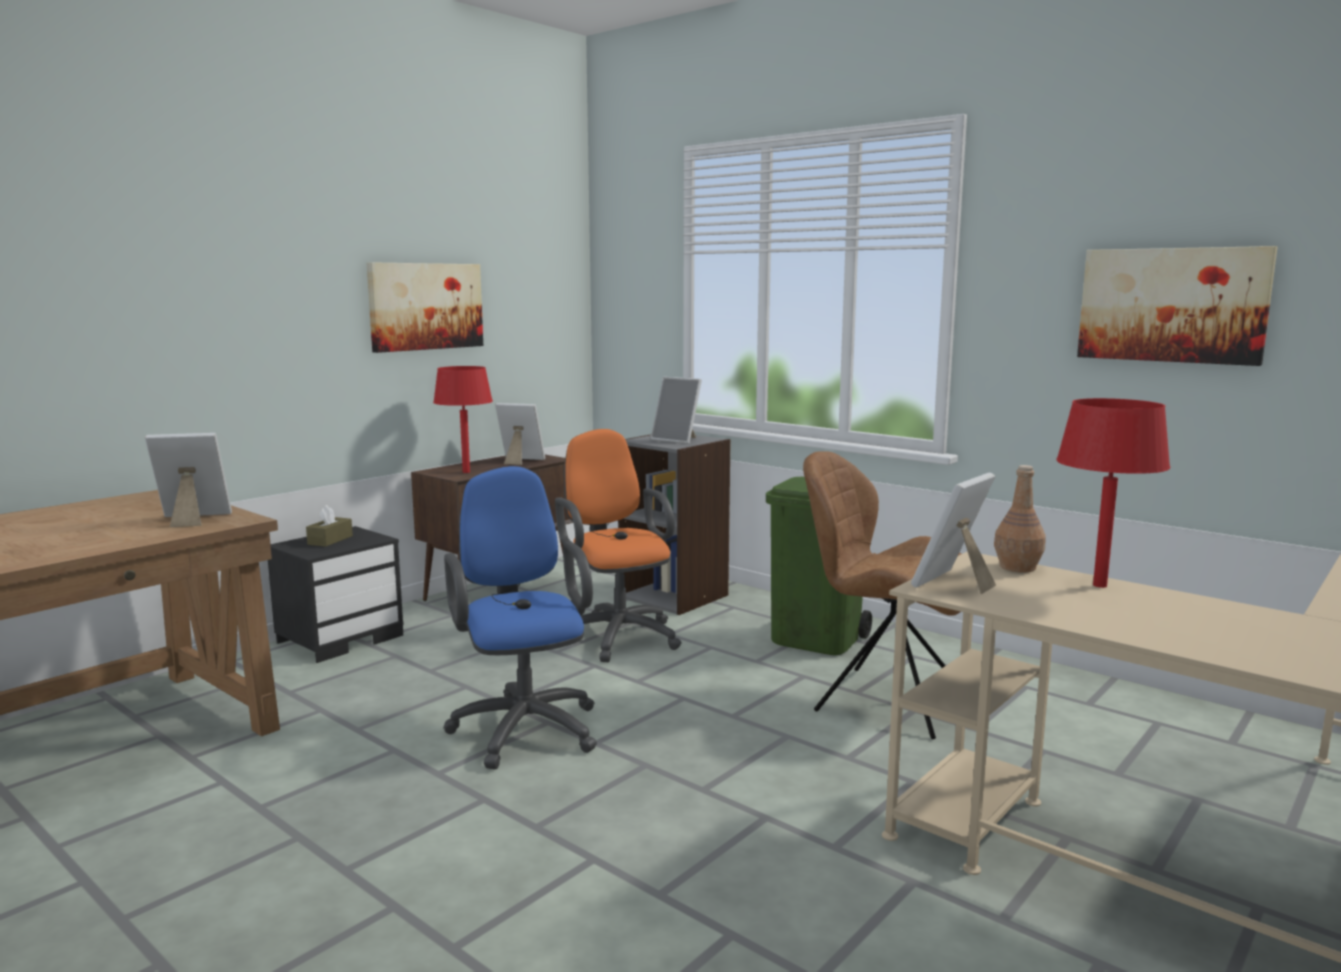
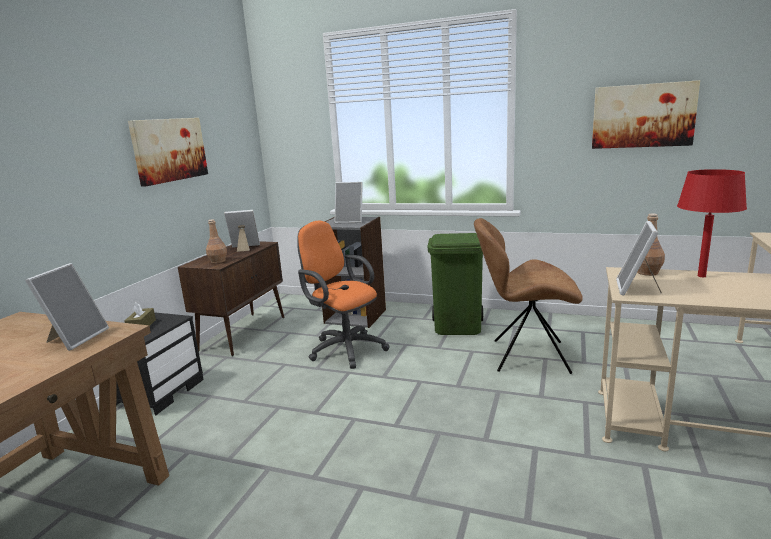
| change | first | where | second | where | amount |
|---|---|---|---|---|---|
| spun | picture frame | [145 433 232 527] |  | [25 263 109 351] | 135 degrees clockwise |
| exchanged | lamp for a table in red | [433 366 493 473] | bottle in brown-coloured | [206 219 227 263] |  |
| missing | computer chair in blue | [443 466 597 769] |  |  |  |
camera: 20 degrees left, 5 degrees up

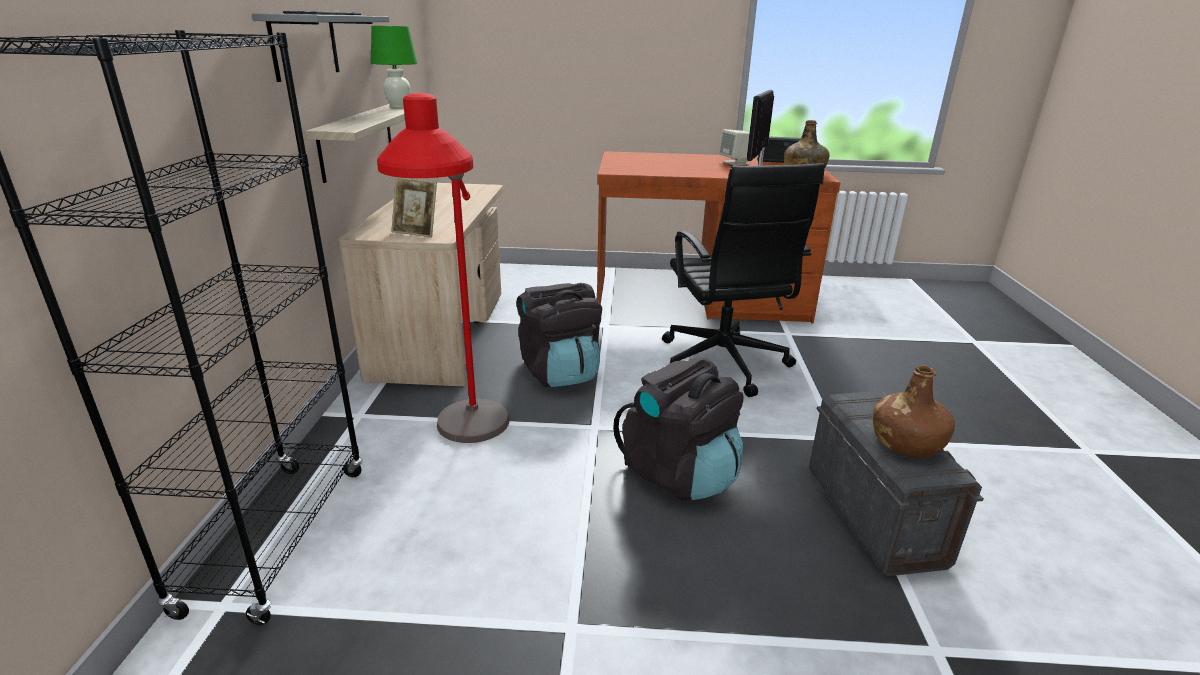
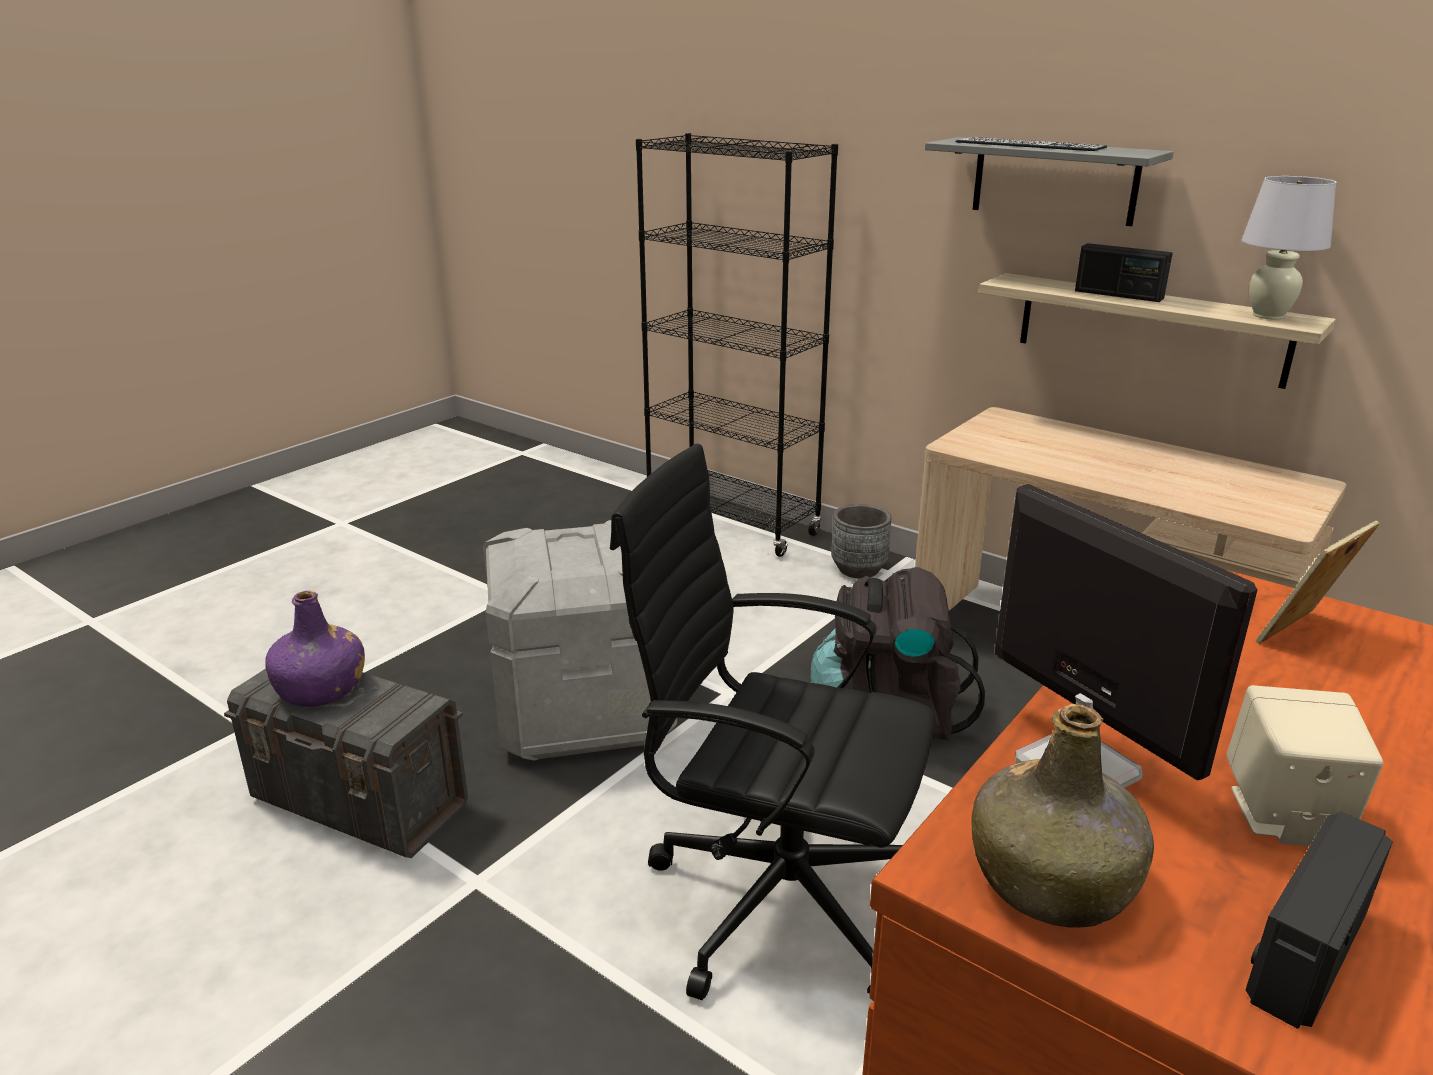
| change | first | where | second | where | amount |
|---|---|---|---|---|---|
| colour | bottle in brown-coloured | [873 365 955 457] | bottle in purple-coloured | [265 591 365 707] |  |
| exchanged | rucksack in blackish | [613 357 743 500] | storage container in grey | [483 520 677 761] |  |
| appeared |  |  | flower pot in grey | [831 504 892 579] |  |
| appeared |  |  | radio | [1075 243 1173 302] |  |
| colour | lamp for a table in green-coloured | [371 26 417 107] | lamp for a table in white-coloured | [1242 176 1337 319] |  |
| relocated | picture frame | [391 177 437 238] |  | [1256 520 1380 644] |  |
| missing | standing lamp in red | [377 93 509 443] |  |  |  |
camera: 125 degrees right, 0 degrees up

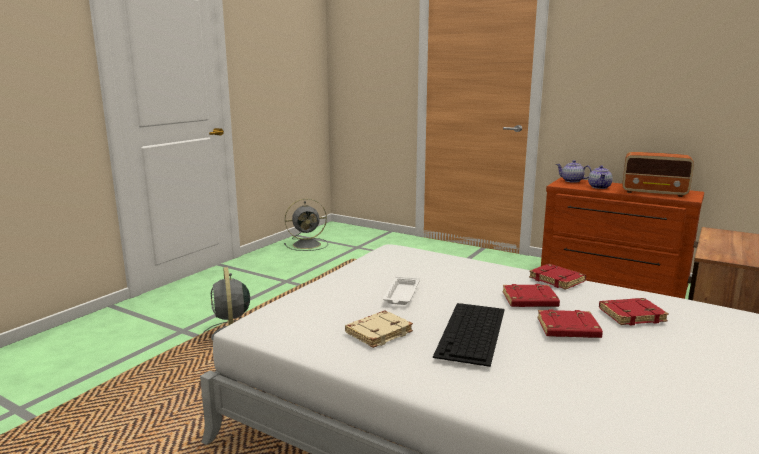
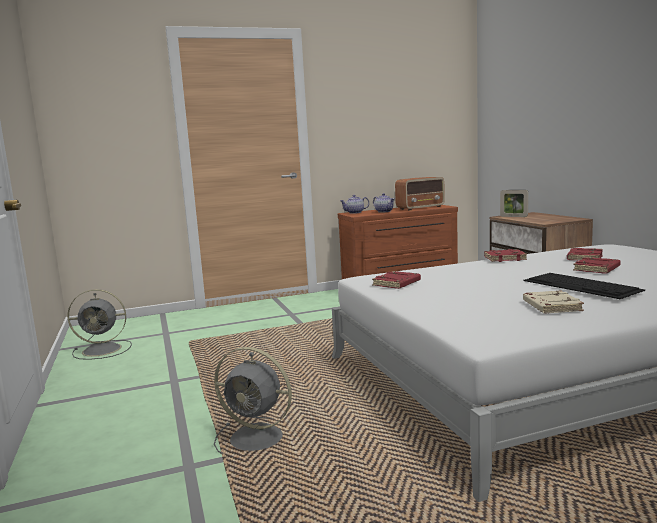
| change | first | where | second | where | amount |
|---|---|---|---|---|---|
| spun | fan in grey | [284 198 328 251] |  | [67 289 132 360] | 60 degrees clockwise |
| relocated | bound book in red | [502 284 560 307] |  | [372 271 421 289] |  |
| appeared |  |  | picture frame | [500 190 528 217] |  |
| missing | carrying tray in white-coloured | [383 276 420 305] |  |  |  |
camera: 50 degrees left, 5 degrees down

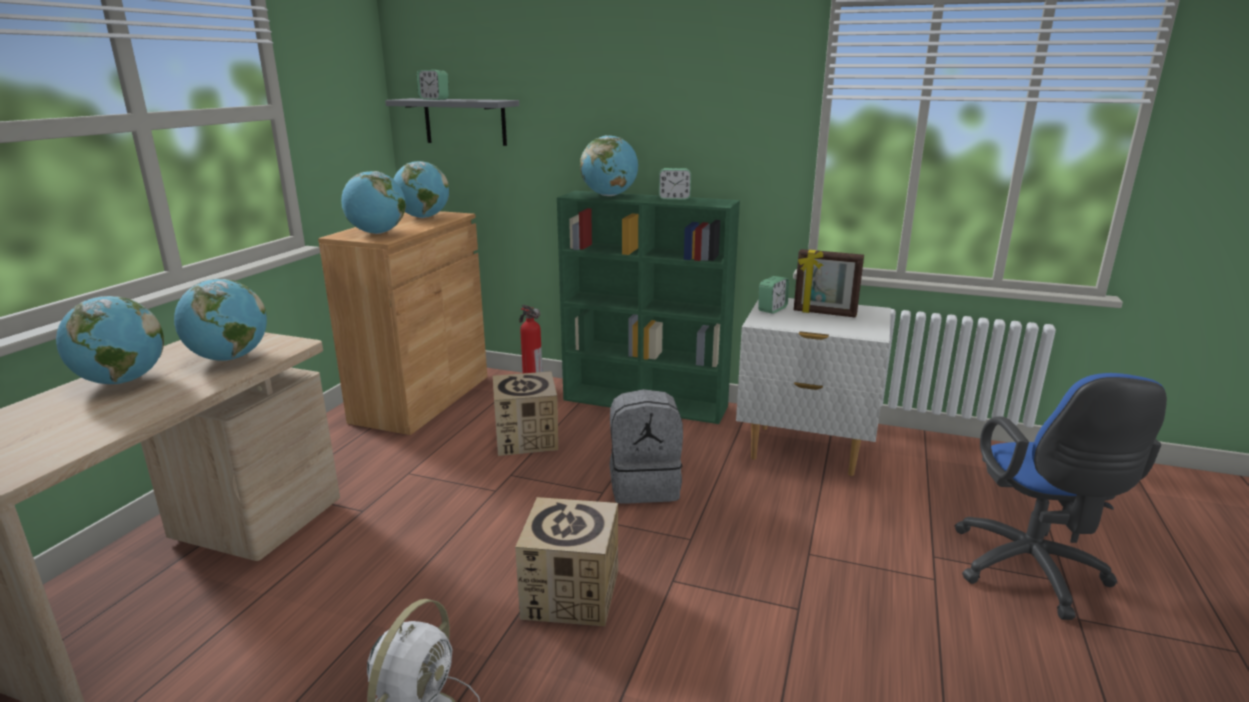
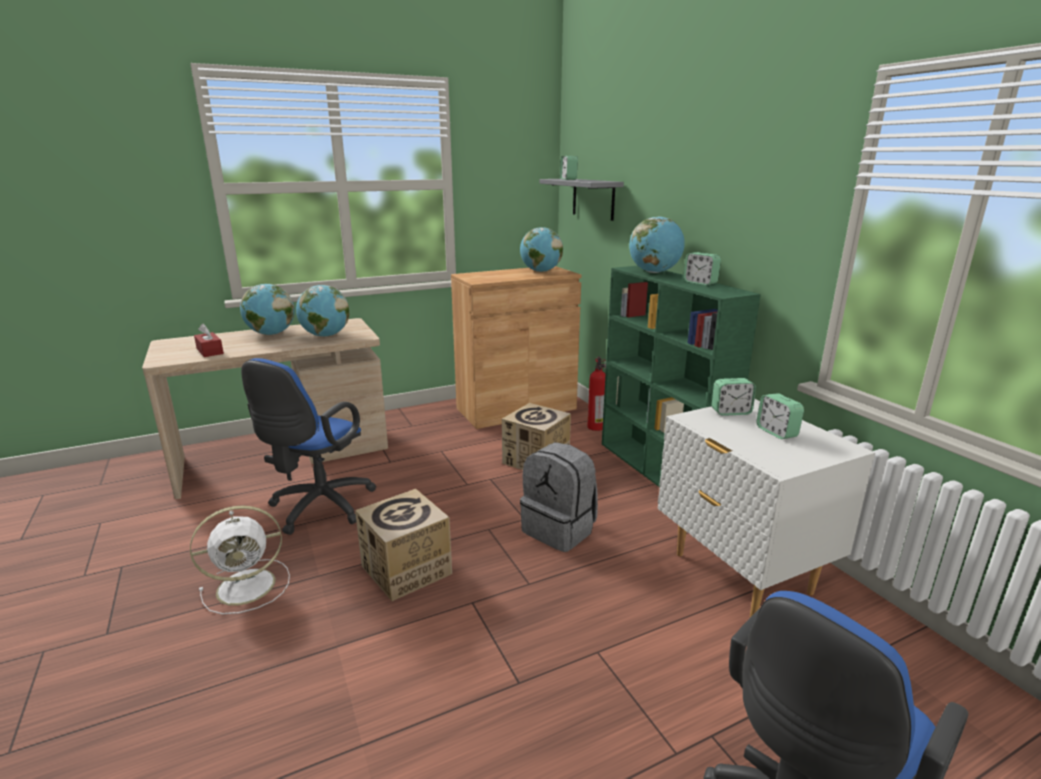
| change | first | where | second | where | amount |
|---|---|---|---|---|---|
| appeared |  |  | tissue holder in red | [194 324 224 357] |  |
| appeared |  |  | computer chair in blue | [241 358 376 535] |  |
| exchanged | picture frame | [794 249 864 318] | table clock | [756 393 804 439] |  |
| missing | globe | [341 171 406 234] |  |  |  |
camera: 45 degrees right, 0 degrees up

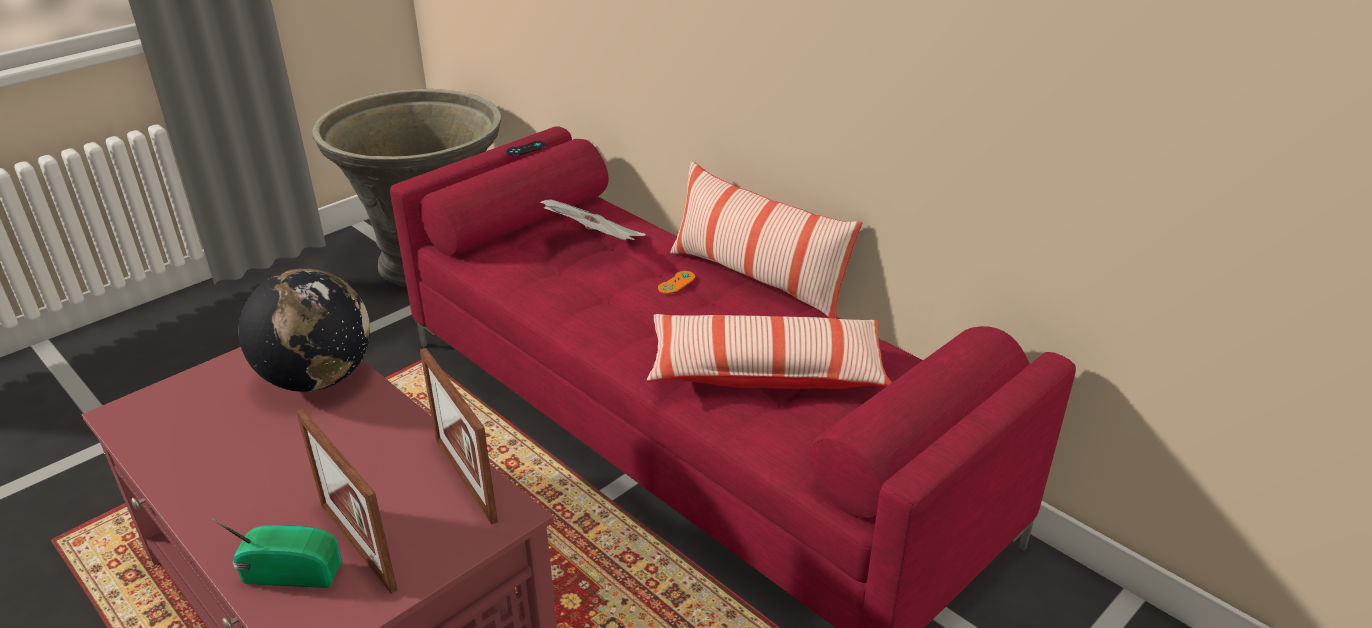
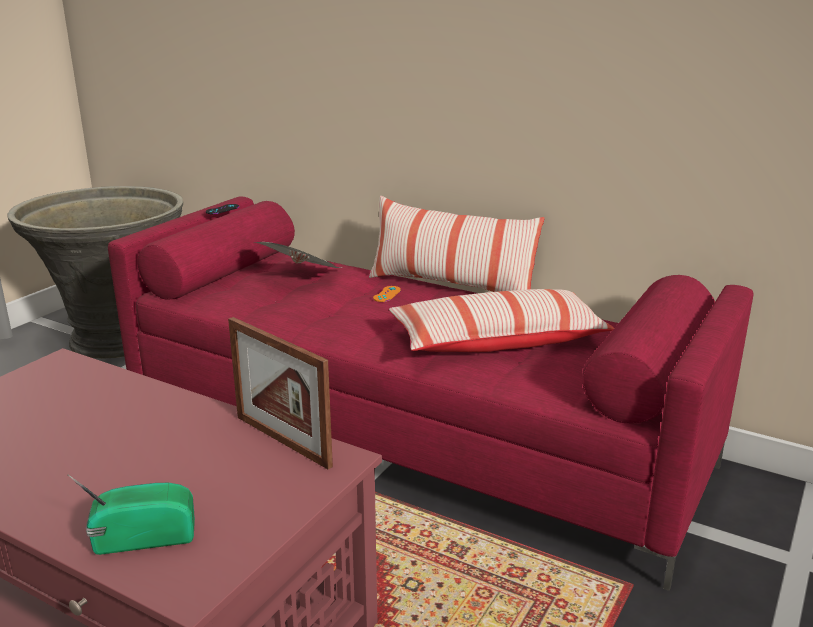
| change | first | where | second | where | amount |
|---|---|---|---|---|---|
| missing | globe | [239 269 370 392] |  |  |  |
| missing | picture frame | [296 409 397 594] |  |  |  |
camera: 15 degrees left, 10 degrees down

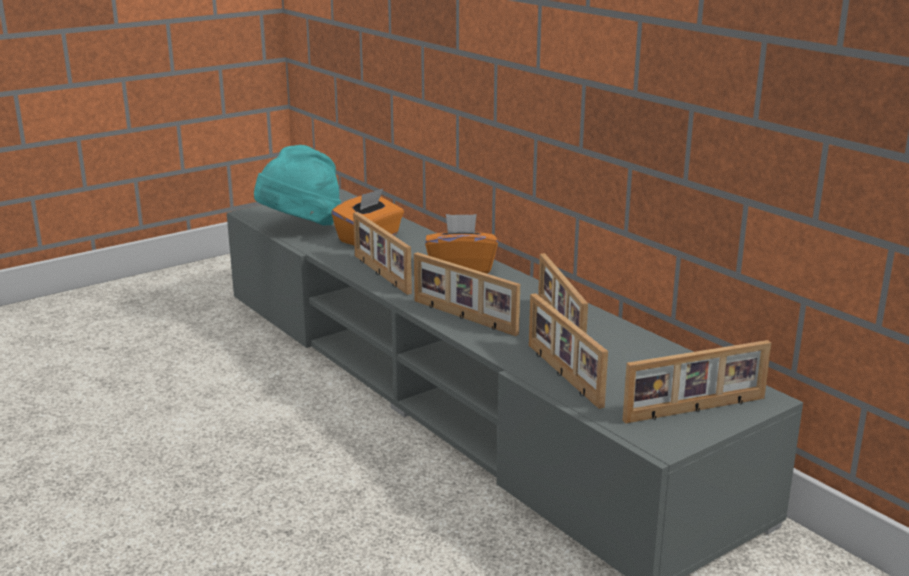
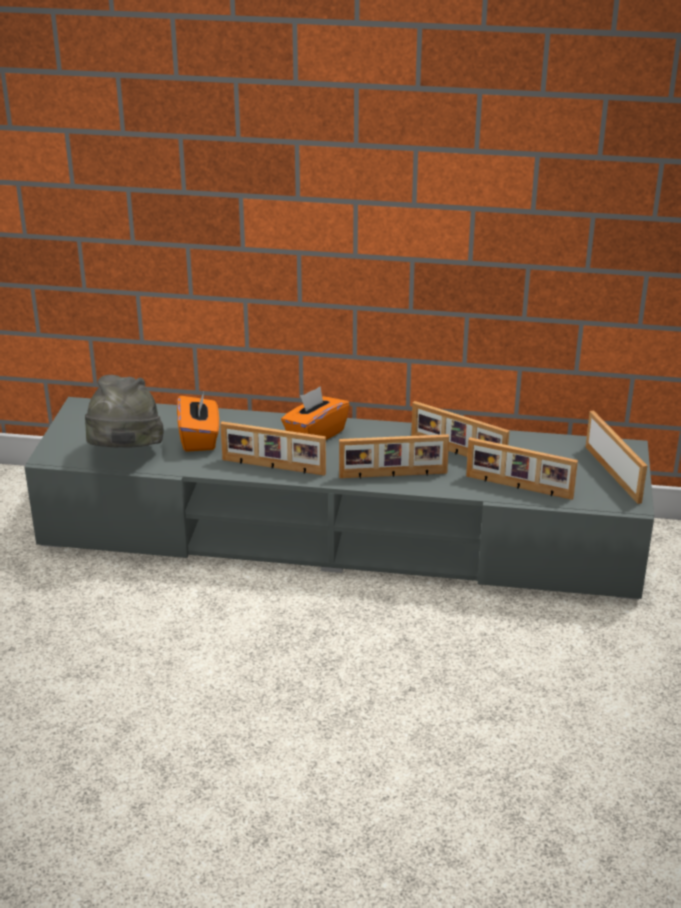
| change | first | where | second | where | amount |
|---|---|---|---|---|---|
| colour | hat in turquoise | [254 145 341 225] | hat in grey | [85 375 164 448] |  |
| spun | picture frame | [623 340 772 423] |  | [586 410 647 504] | 45 degrees counterclockwise |
camera: 45 degrees left, 10 degrees up

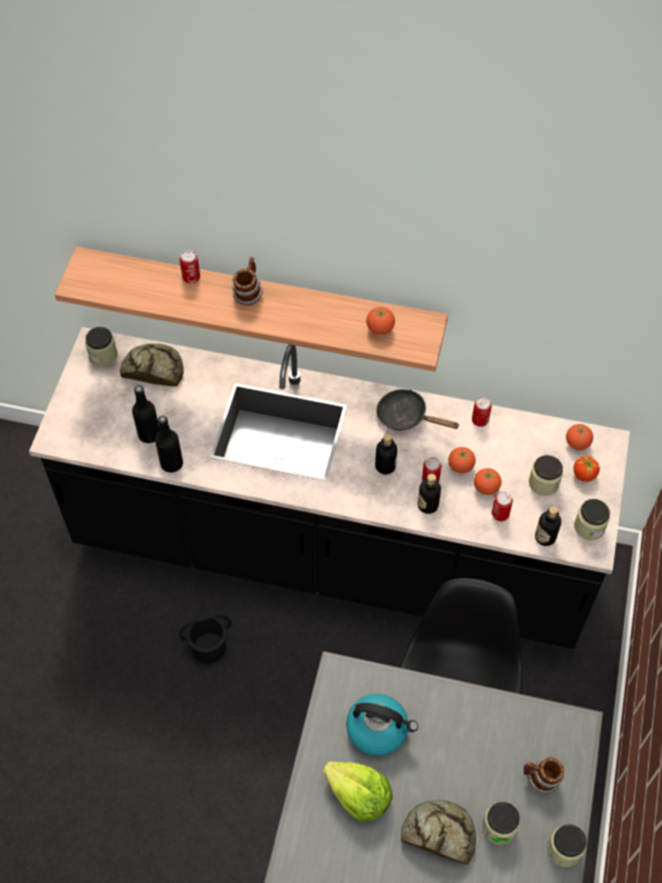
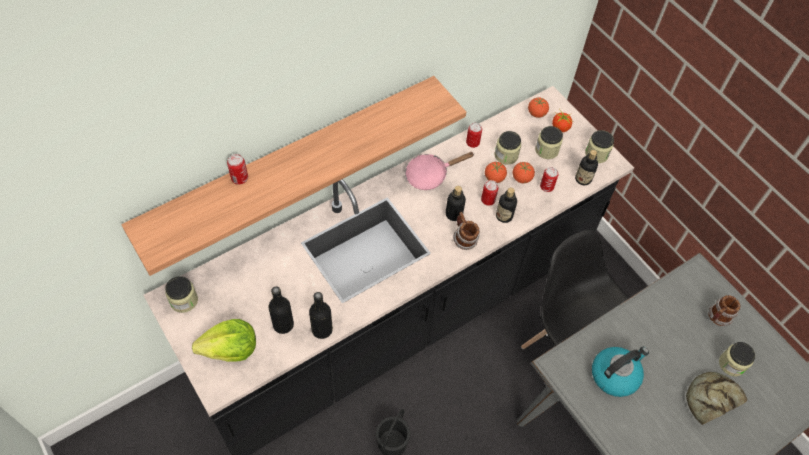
| change | first | where | second | where | amount |
|---|---|---|---|---|---|
| relocated | lettuce | [323 761 392 822] |  | [192 319 256 362] |  |
| colour | skillet in blackish | [376 389 460 430] | skillet in pink-coloured | [405 152 475 190] |  |
| relocated | mug | [232 257 263 306] |  | [453 212 480 250] |  |
| relocated | jar | [547 824 587 867] |  | [495 131 521 165] |  |
| missing | bread | [120 343 184 387] |  |  |  |
| missing | fresh tomato | [366 307 395 335] |  |  |  |
camera: 50 degrees left, 0 degrees up

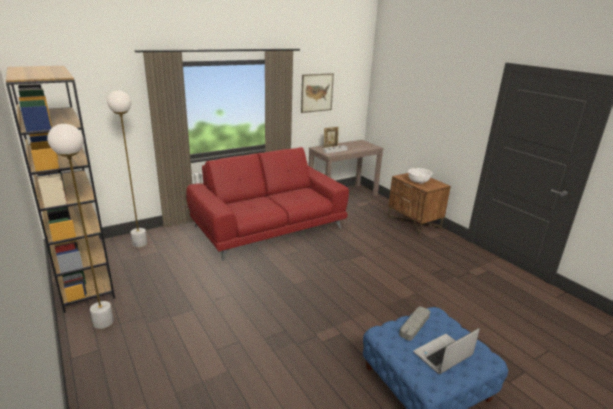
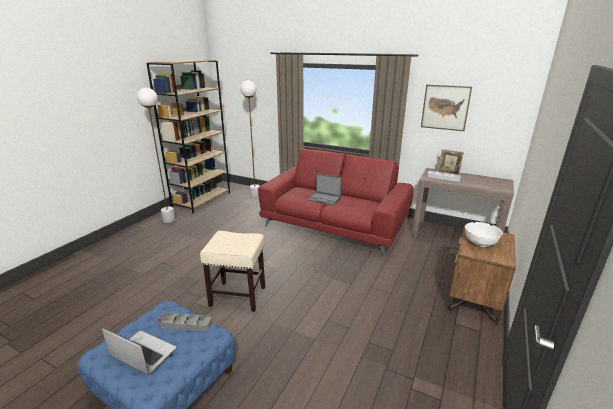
| change | first | where | second | where | amount |
|---|---|---|---|---|---|
| appeared |  |  | stool seat in beige | [200 231 265 312] |  |
| appeared |  |  | notebook computer | [307 173 342 205] |  |
camera: 60 degrees right, 0 degrees up

